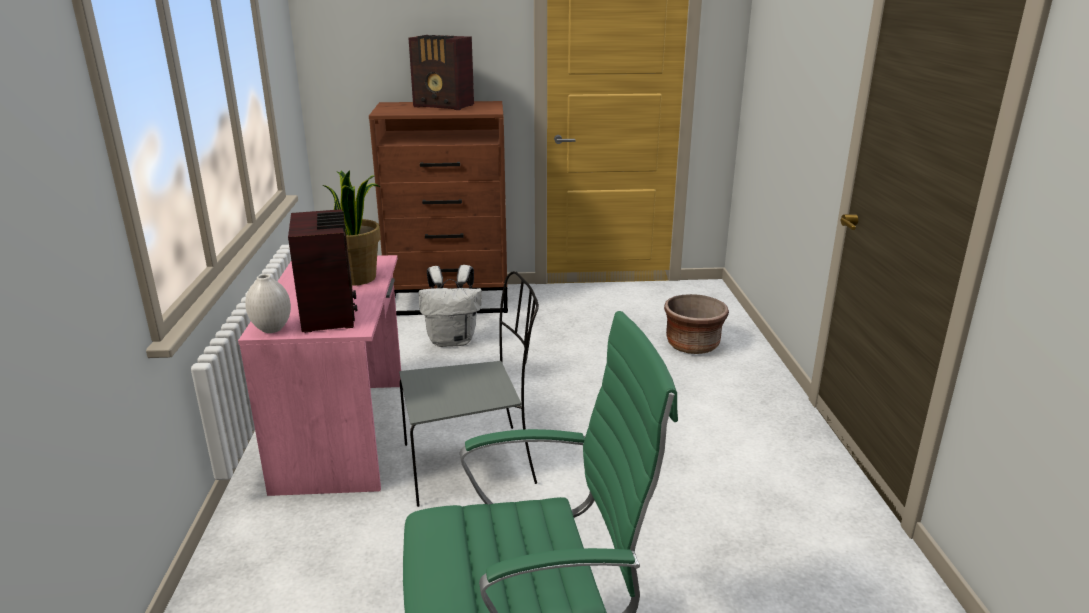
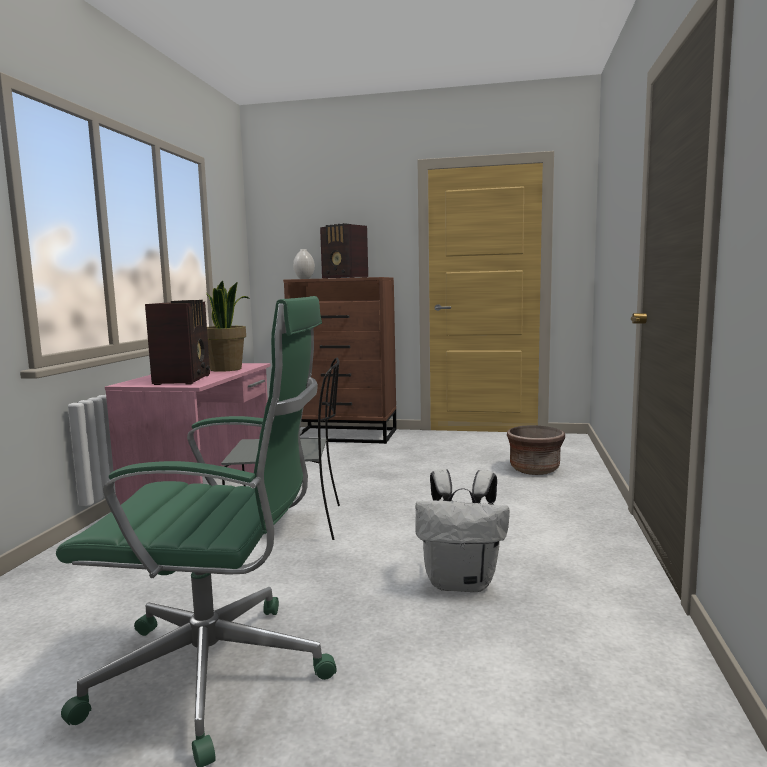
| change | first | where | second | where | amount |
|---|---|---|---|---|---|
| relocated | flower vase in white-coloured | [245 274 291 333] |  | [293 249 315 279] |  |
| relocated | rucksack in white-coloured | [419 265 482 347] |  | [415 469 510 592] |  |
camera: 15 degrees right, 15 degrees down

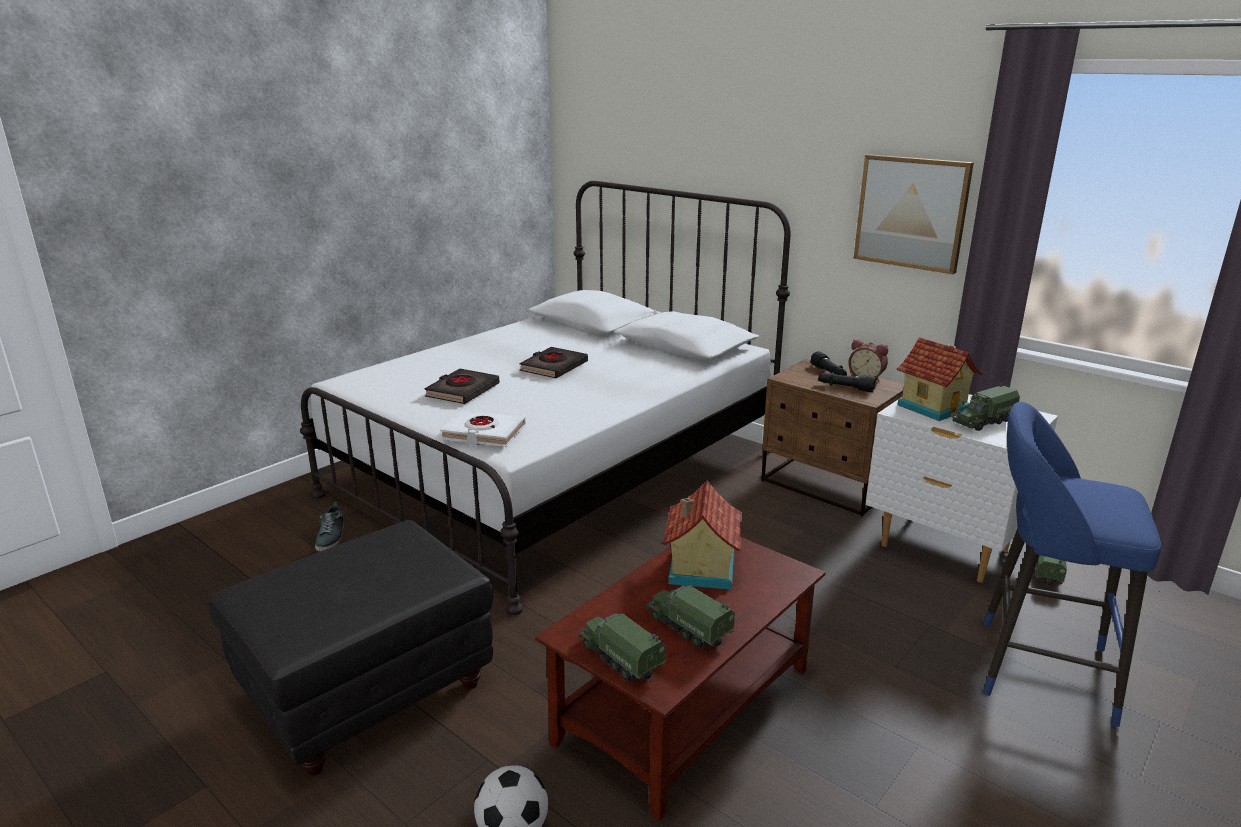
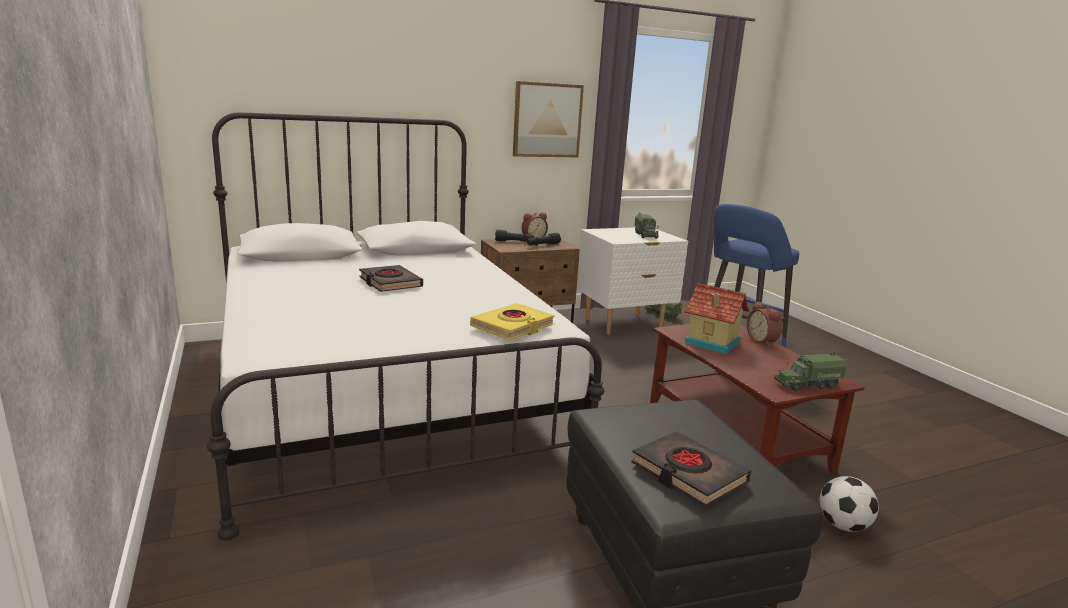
| change | first | where | second | where | amount |
|---|---|---|---|---|---|
| colour | bound book in white-coloured | [440 410 526 447] | bound book in yellow-coloured | [470 303 555 341] |  |
| relocated | bound book in blackish | [424 368 500 404] |  | [631 431 751 507] |  |
| appeared |  |  | table clock | [747 301 782 347] |  |
| missing | shoe | [315 502 344 552] |  |  |  |
| missing | toy lorry | [646 586 735 648] |  |  |  |
| missing | toy house | [897 337 982 421] |  |  |  |
camera: 65 degrees left, 5 degrees down

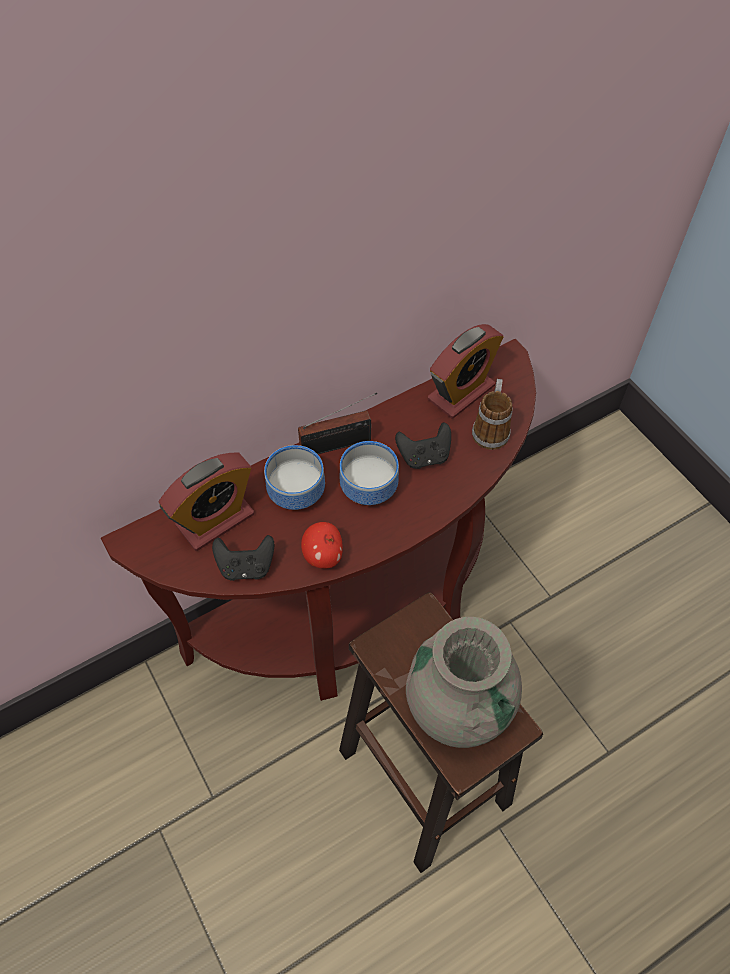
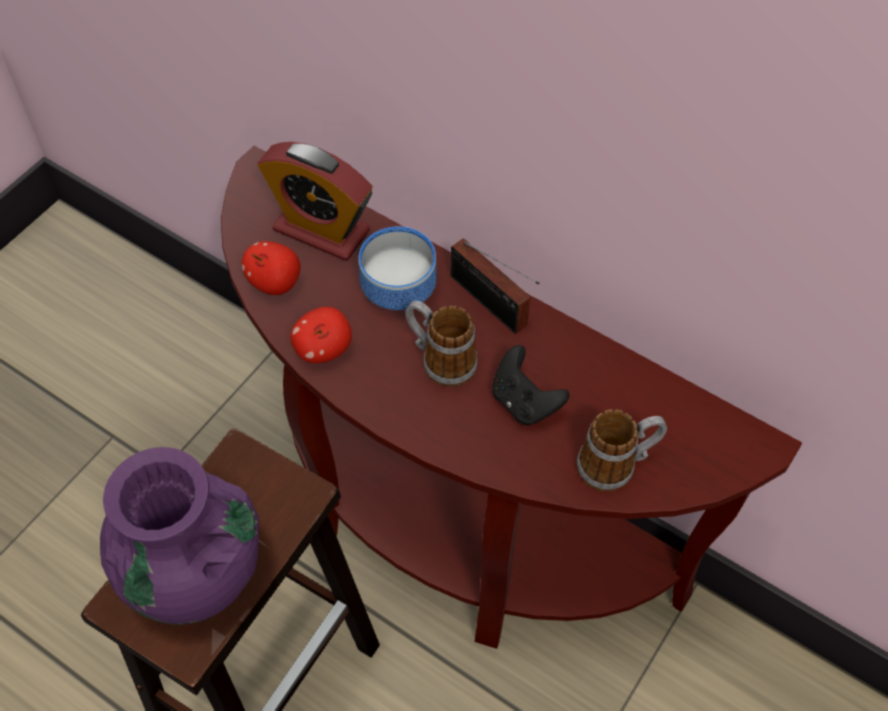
| change | first | where | second | where | amount |
|---|---|---|---|---|---|
| colour | flower vase in grey | [406 617 522 748] | flower vase in purple-coloured | [100 447 259 625] |  |
| exchanged | game controller in blackish | [212 535 274 581] | whole apple | [242 241 301 295] |  |
| exchanged | deep dish | [340 441 399 505] | mug | [405 300 478 387] |  |
| missing | table clock | [428 324 503 419] |  |  |  |
camera: 65 degrees right, 0 degrees up

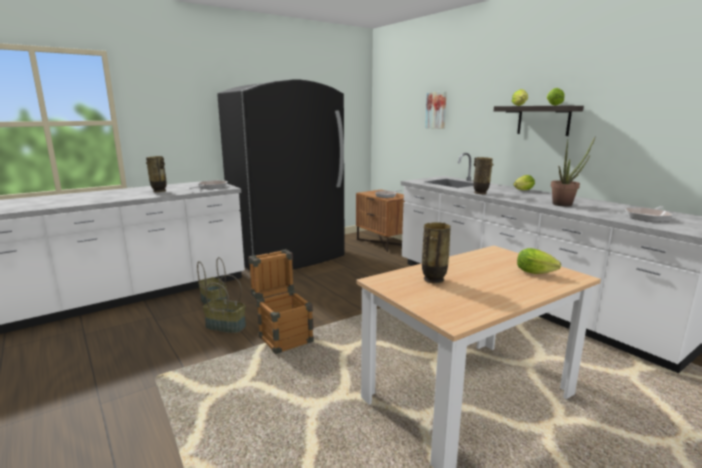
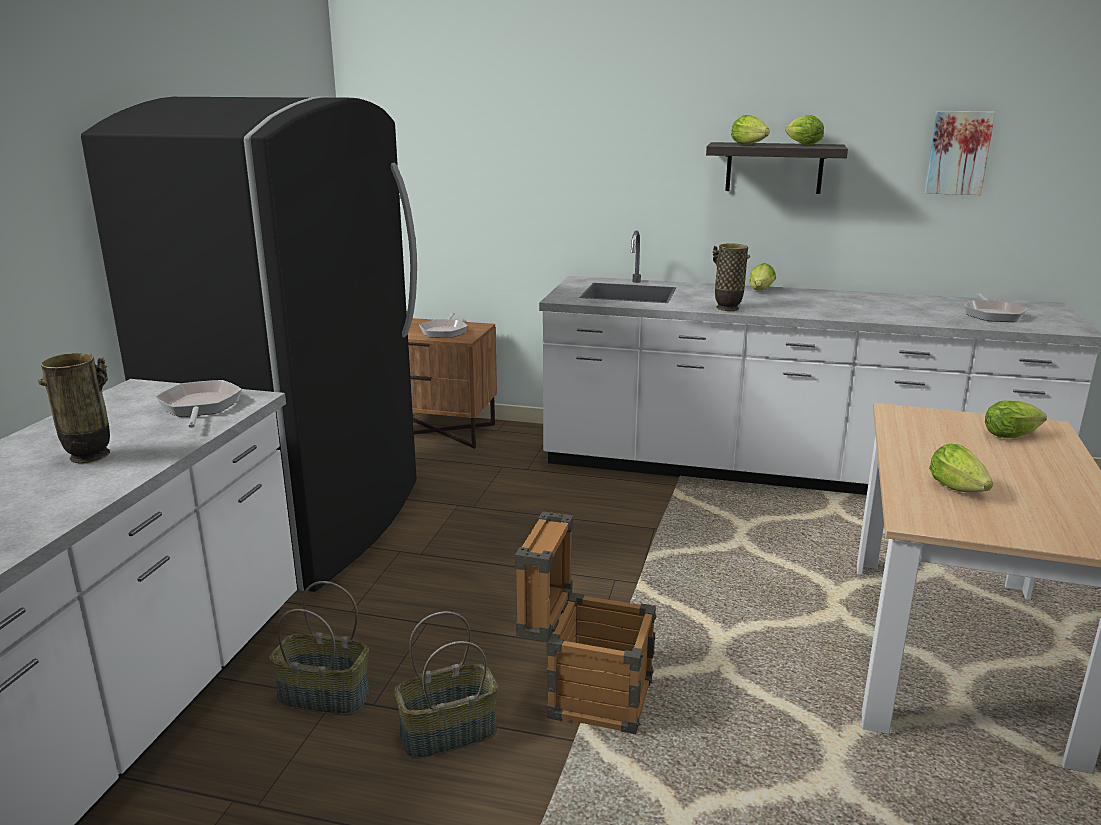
| change | first | where | second | where | amount |
|---|---|---|---|---|---|
| relocated | wall art | [425 92 447 129] |  | [924 111 995 195] |  |
| exchanged | flower vase | [422 222 451 284] | lettuce | [929 444 993 492] |  |
| missing | potted plant | [551 136 596 207] |  |  |  |
camera: 40 degrees left, 5 degrees up

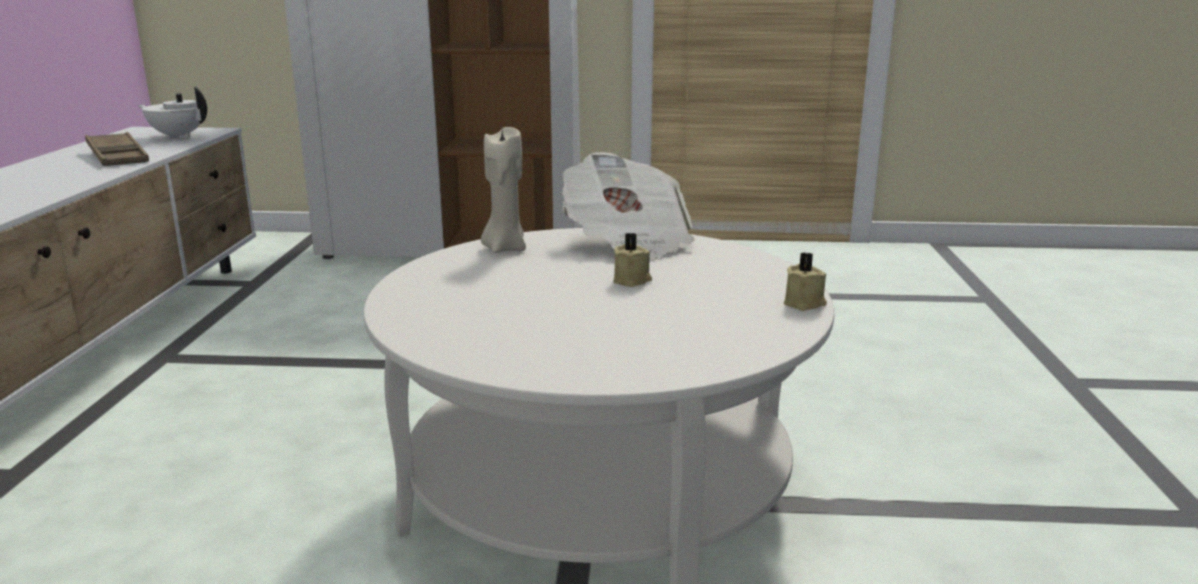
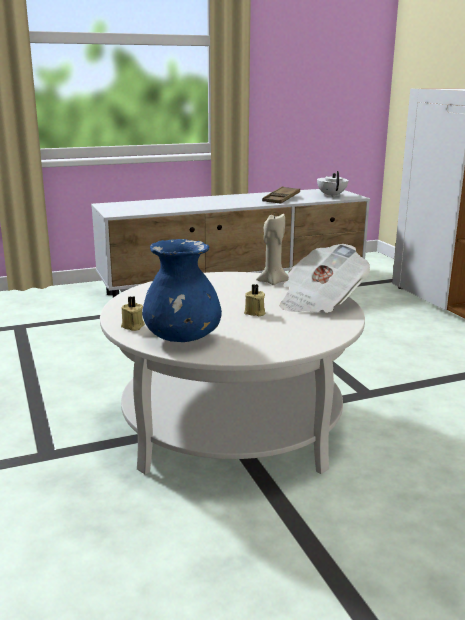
| change | first | where | second | where | amount |
|---|---|---|---|---|---|
| relocated | wax light in beige | [784 252 827 311] |  | [121 297 145 331] |  |
| appeared |  |  | flower vase in blue | [142 239 222 342] |  |
camera: 65 degrees right, 0 degrees up

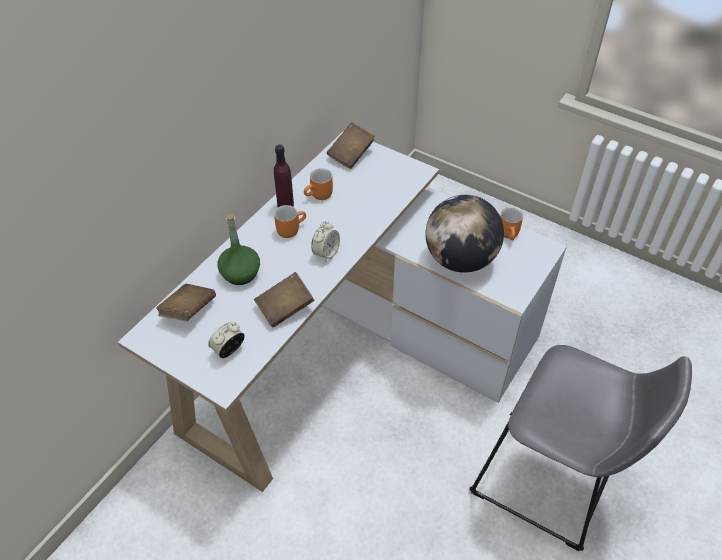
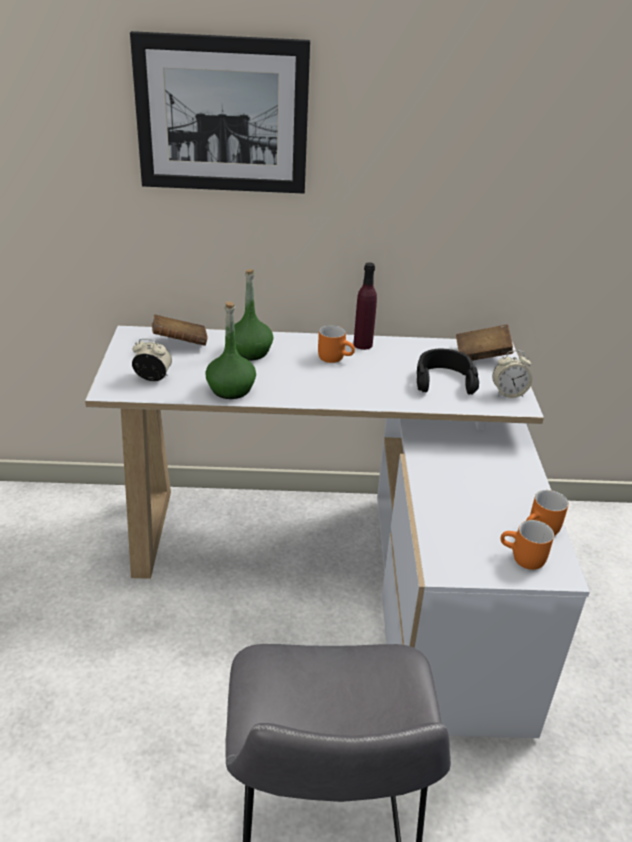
| change | first | where | second | where | amount |
|---|---|---|---|---|---|
| appeared |  |  | wall art | [130 31 310 194] |  |
| exchanged | bound book in brown-coloured | [254 272 314 327] | bottle in green-coloured | [205 301 256 399] |  |
| appeared |  |  | headphones in blackish | [417 349 479 395] |  |
| relocated | table clock | [311 221 340 261] |  | [492 350 532 398] |  |
| relocated | mug in orange-coloured | [304 168 333 200] |  | [501 520 554 570] |  |
| missing | globe | [425 195 504 273] |  |  |  |
camera: 55 degrees right, 15 degrees down

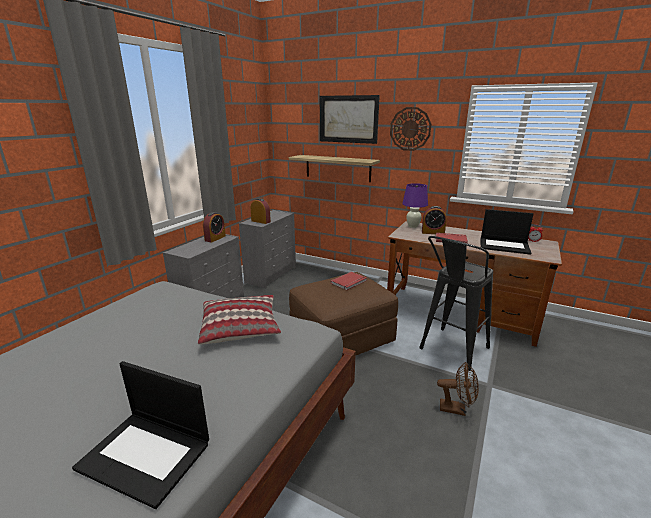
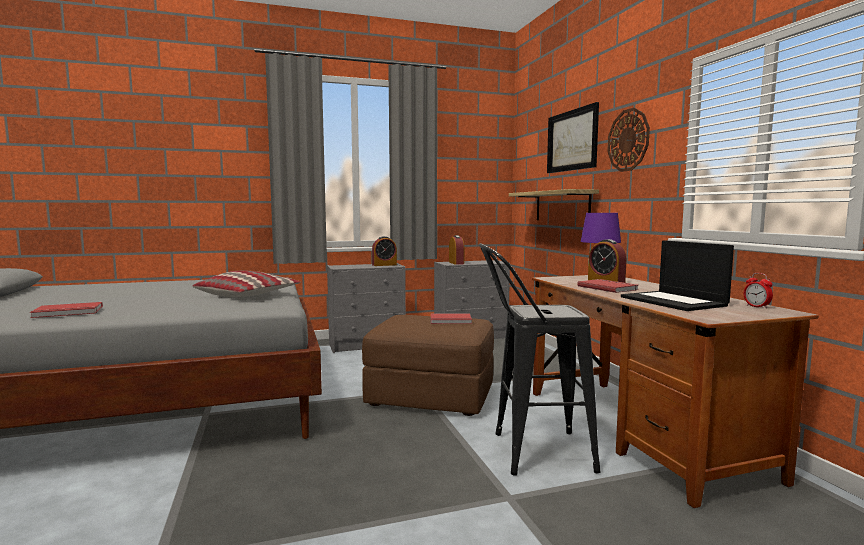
| change | first | where | second | where | amount |
|---|---|---|---|---|---|
| exchanged | notebook computer | [72 361 209 509] | bound book in red | [30 302 103 318] |  |
| missing | fan in brown-coloured | [437 362 479 416] |  |  |  |
camera: 45 degrees right, 15 degrees down

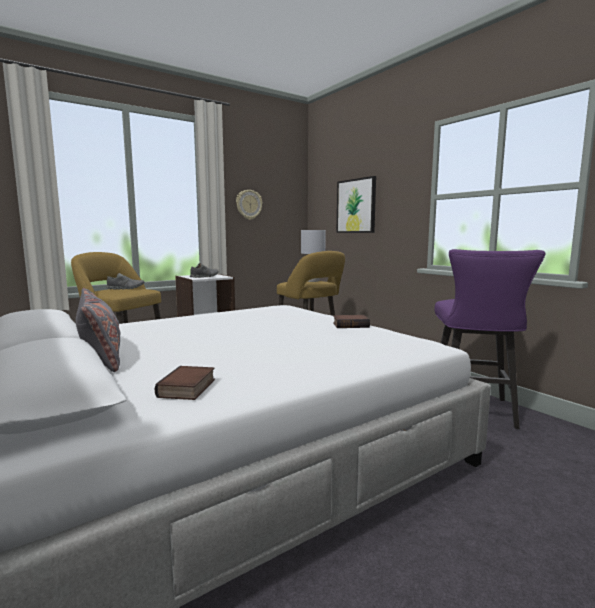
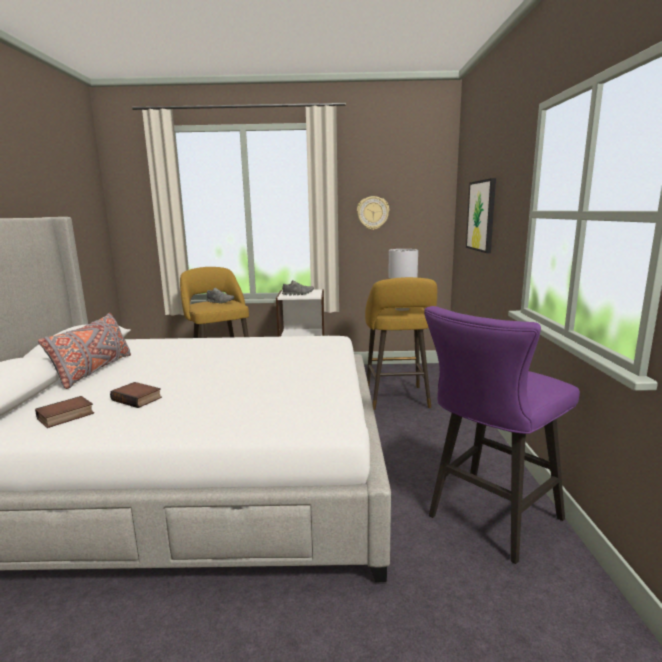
| change | first | where | second | where | amount |
|---|---|---|---|---|---|
| relocated | bound book | [333 315 370 328] |  | [110 382 162 408] |  |
camera: 35 degrees right, 5 degrees up

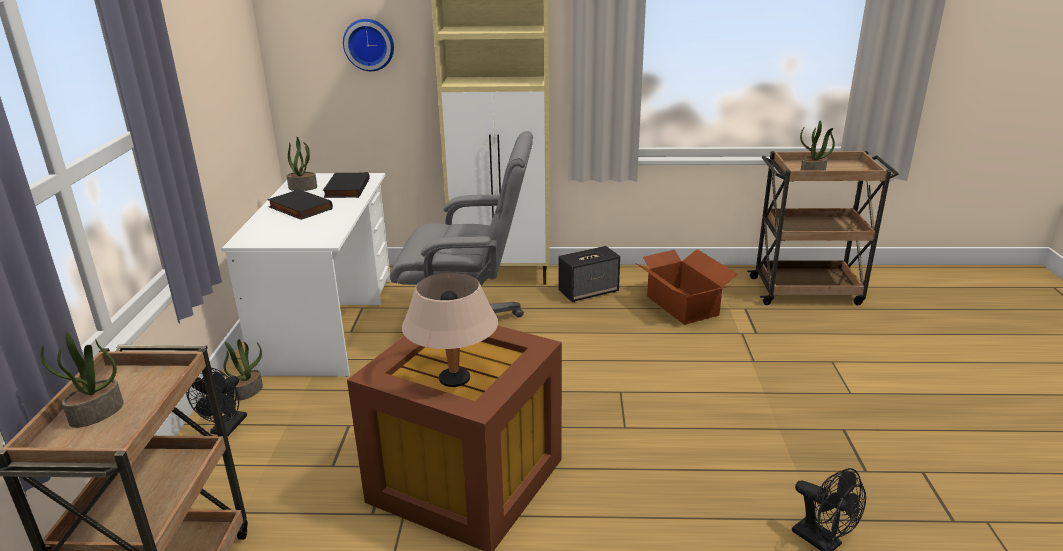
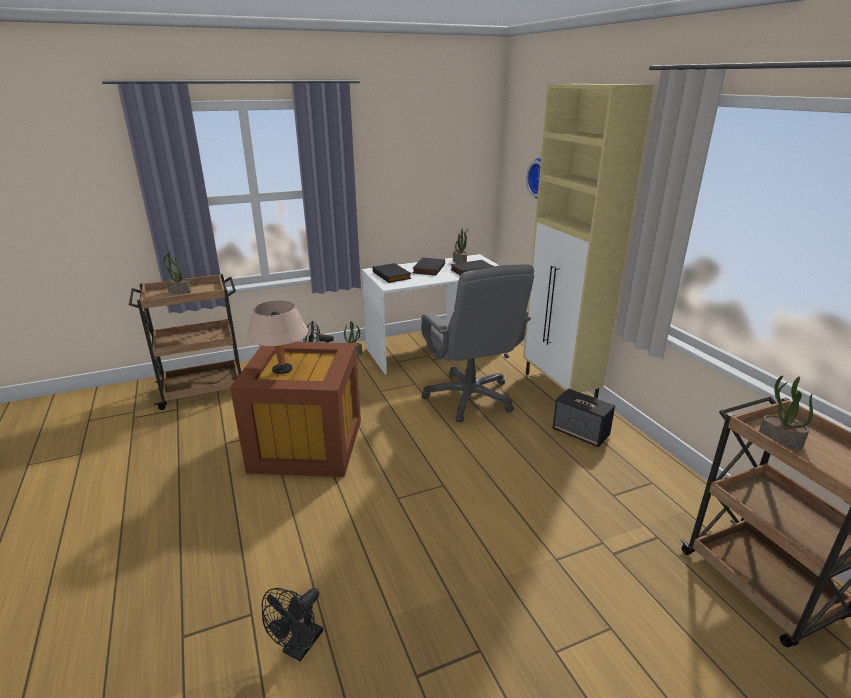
| change | first | where | second | where | amount |
|---|---|---|---|---|---|
| appeared |  |  | bound book in blackish | [372 263 412 283] |  |
| missing | cardboard box | [636 249 737 325] |  |  |  |
camera: 65 degrees right, 0 degrees up

